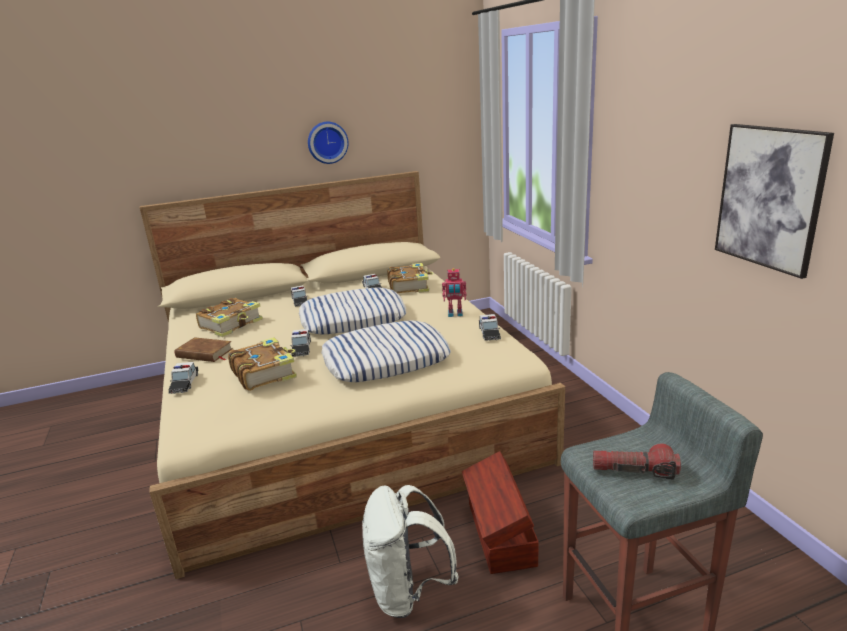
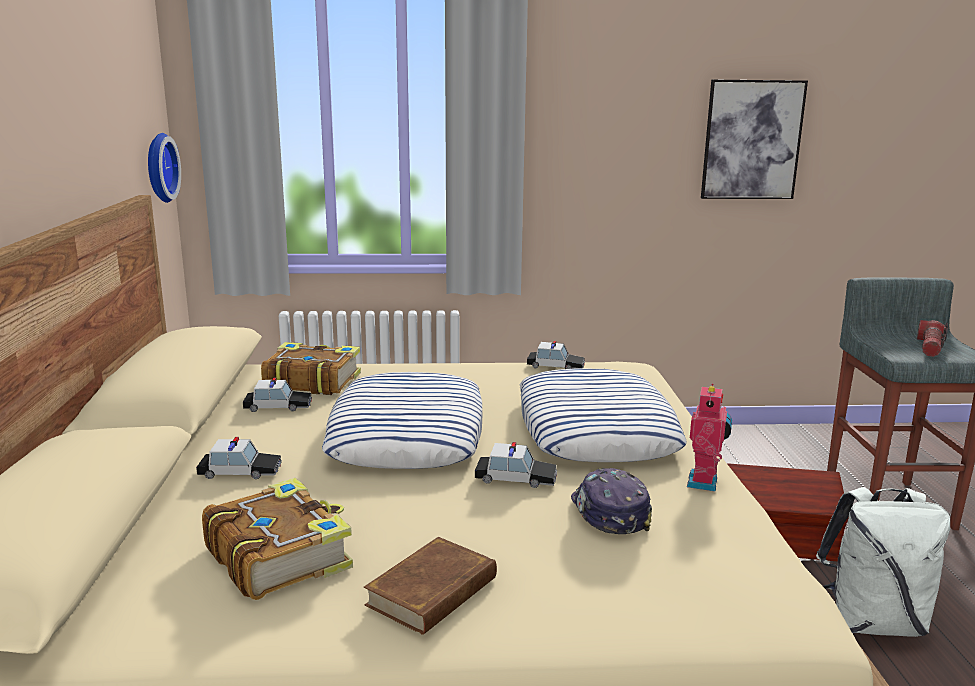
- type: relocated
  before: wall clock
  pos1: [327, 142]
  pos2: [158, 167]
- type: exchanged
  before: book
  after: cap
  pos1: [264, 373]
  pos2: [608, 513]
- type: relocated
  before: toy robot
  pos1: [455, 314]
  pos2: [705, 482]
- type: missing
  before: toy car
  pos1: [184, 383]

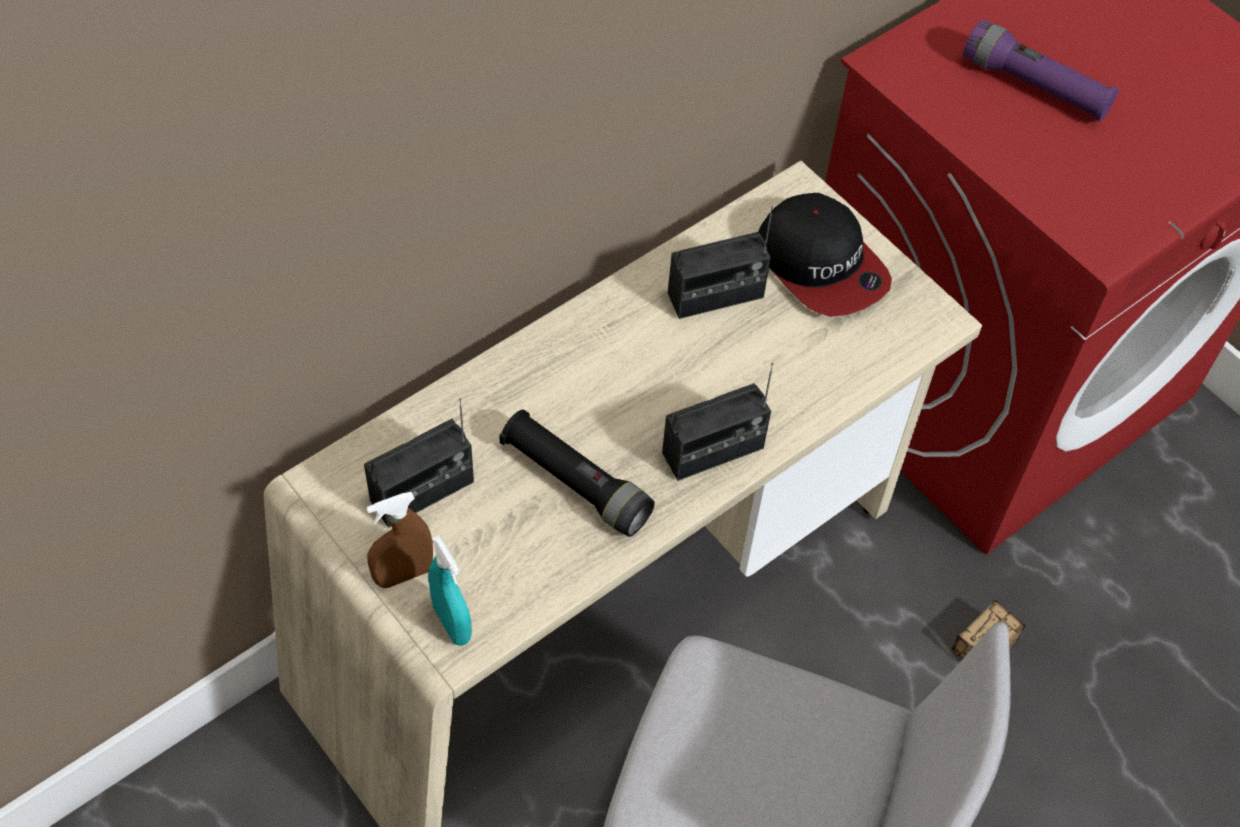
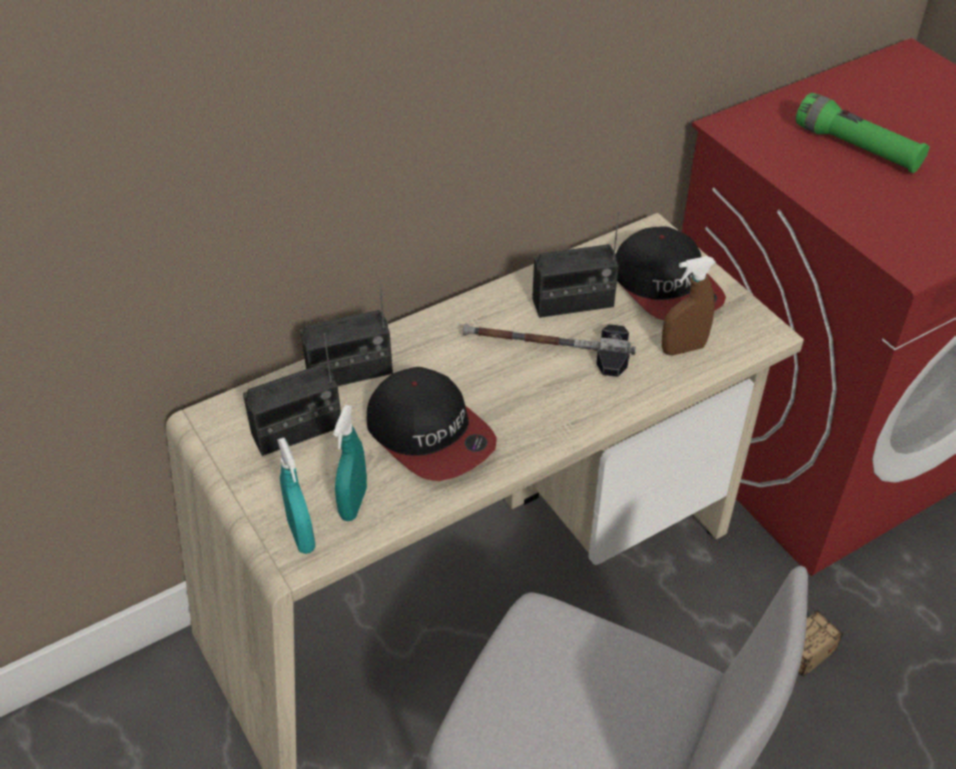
- type: relocated
  before: radio
  pos1: [713, 451]
  pos2: [349, 372]
- type: appeared
  after: spray bottle (turquoise)
  pos2: [353, 503]
- type: exchanged
  before: flashlight (black)
  after: cap
  pos1: [575, 483]
  pos2: [430, 434]
- type: appeared
  after: hammer
  pos2: [547, 349]
- type: relocated
  before: spray bottle (brown)
  pos1: [403, 574]
  pos2: [683, 348]
- type: colour
  before: flashlight (purple)
  after: flashlight (green)
  pos1: [1035, 86]
  pos2: [856, 148]

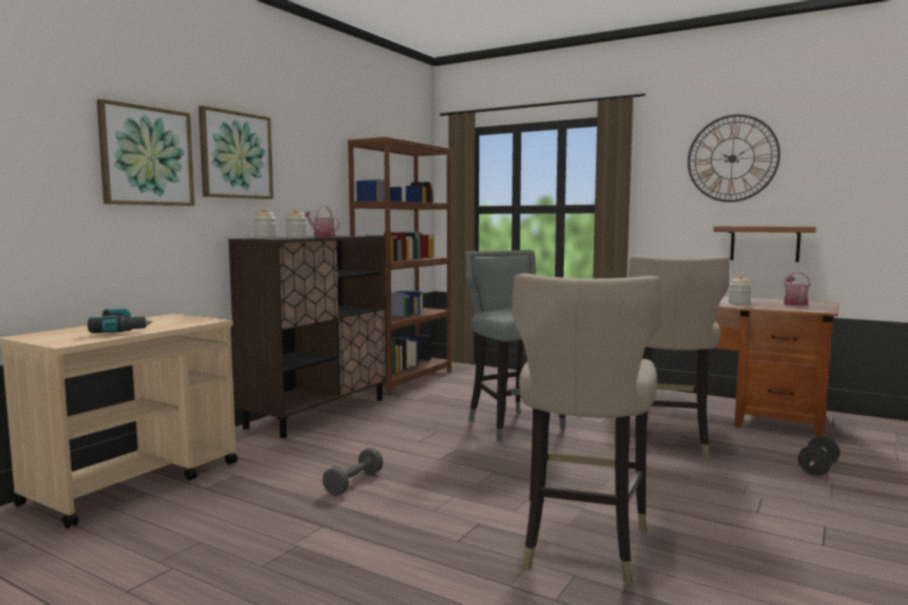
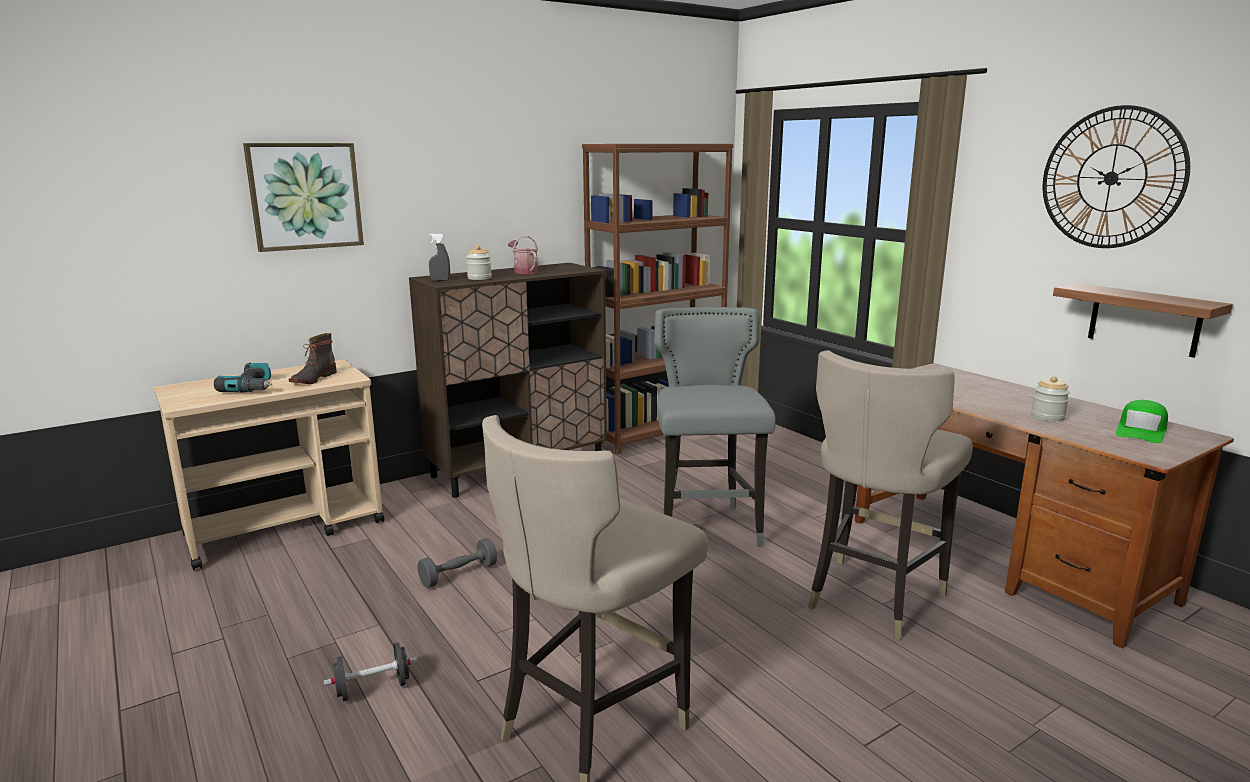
- type: appeared
  after: boot
  pos2: [312, 379]
- type: relocated
  before: dumbbell (black)
  pos1: [818, 469]
  pos2: [373, 689]
- type: exchanged
  before: jar
  after: spray bottle (grey)
  pos1: [265, 238]
  pos2: [440, 280]
- type: exchanged
  before: watering can
  after: cap (green)
  pos1: [794, 304]
  pos2: [1141, 431]
- type: missing
  before: picture
  pos1: [235, 155]

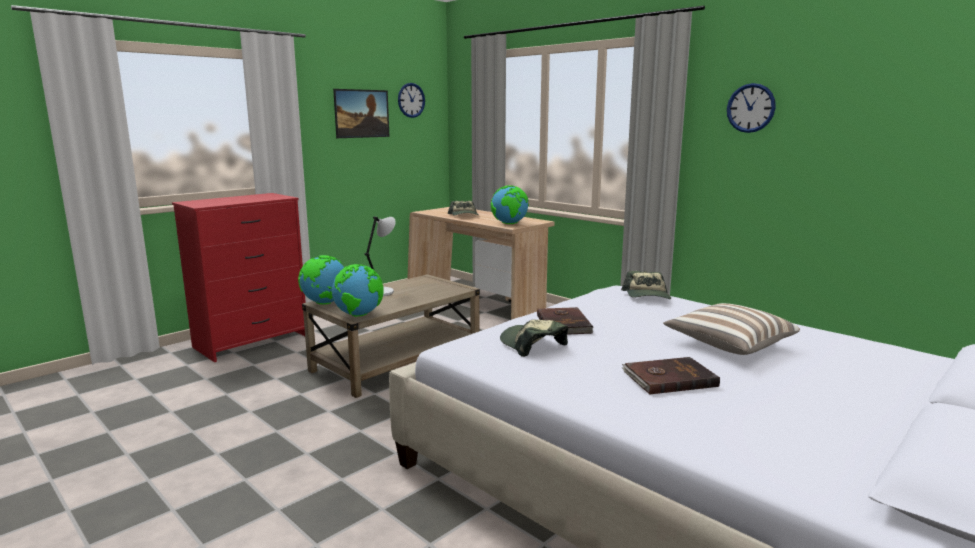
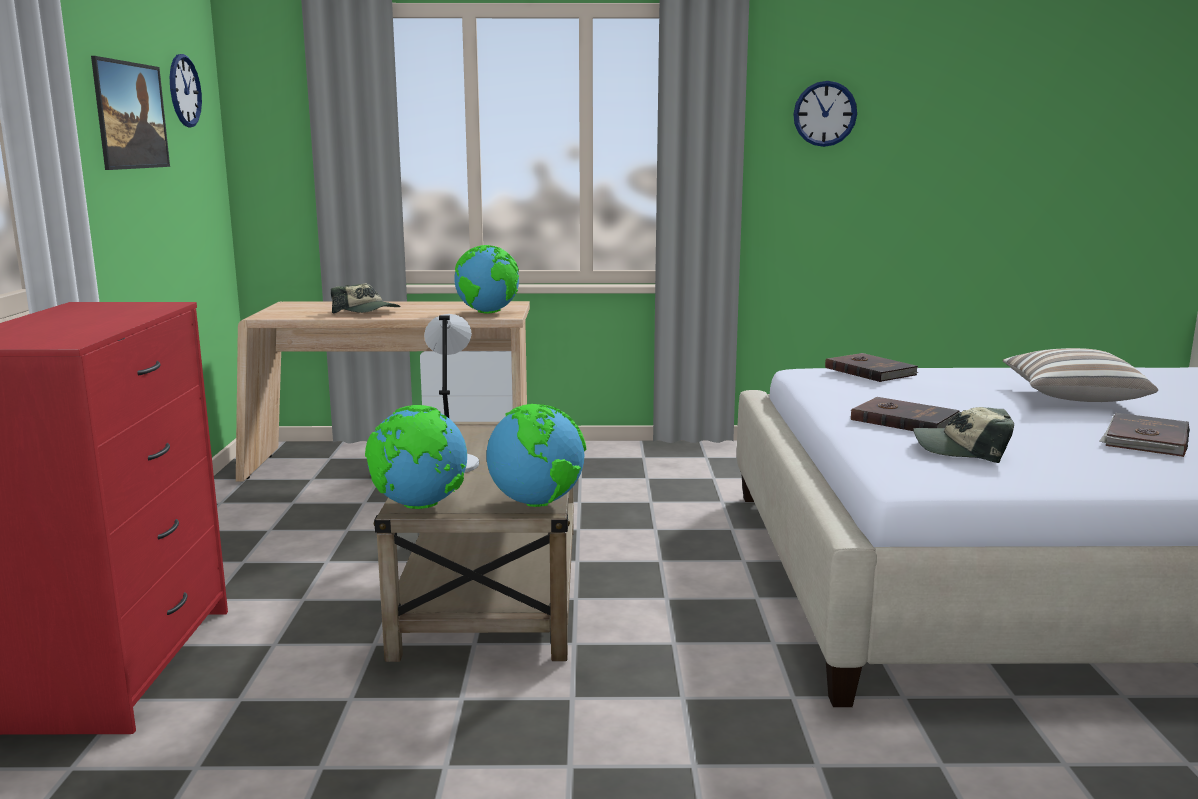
- type: exchanged
  before: cap
  after: book (brown)
  pos1: [647, 296]
  pos2: [870, 371]

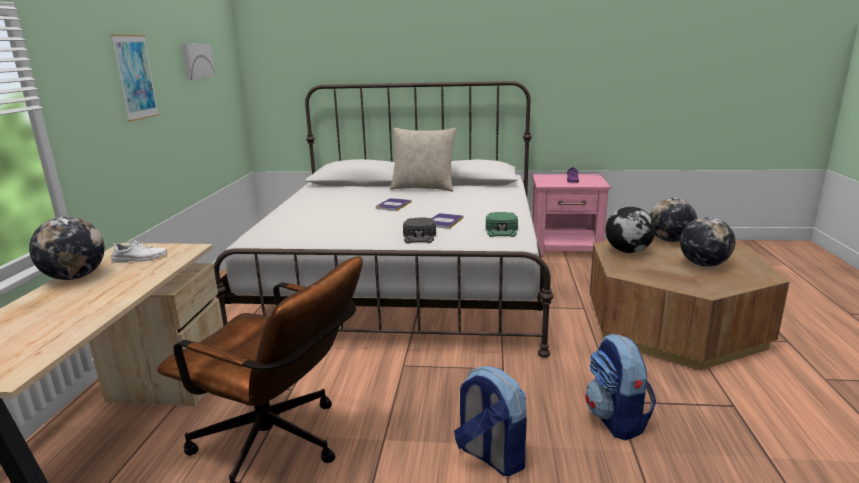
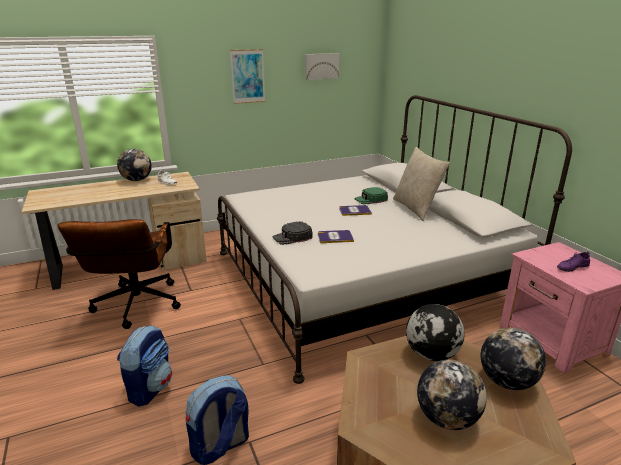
- type: relocated
  before: cap (green)
  pos1: [502, 230]
  pos2: [371, 199]

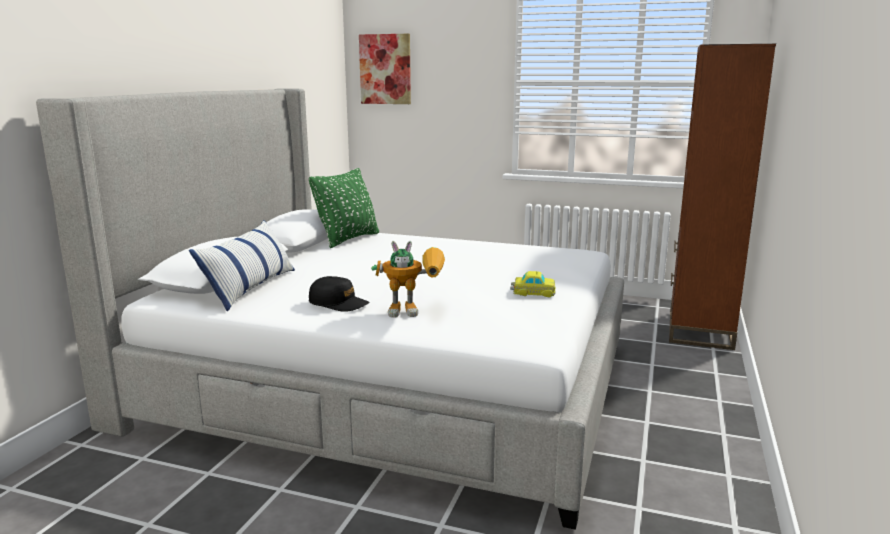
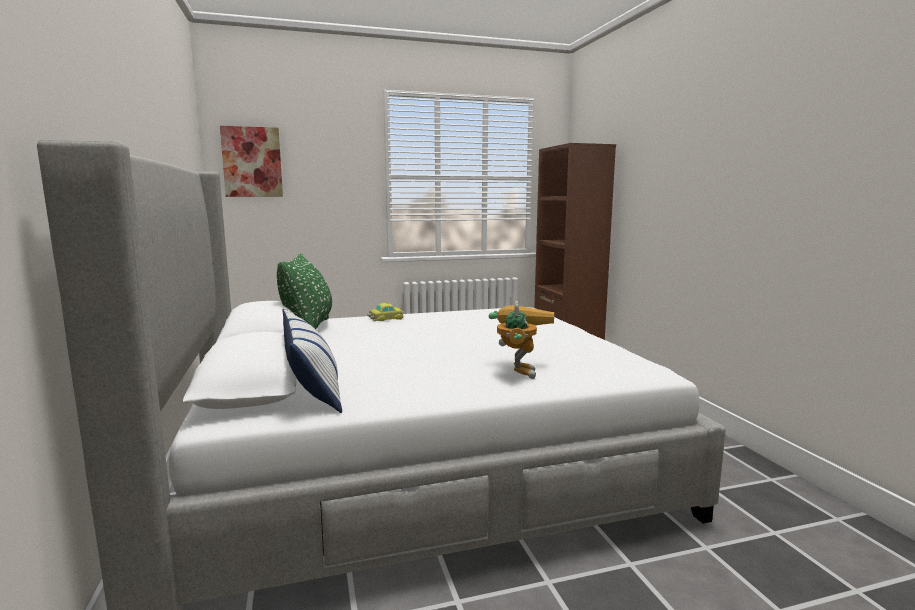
- type: relocated
  before: toy car
  pos1: [533, 292]
  pos2: [385, 319]
- type: spun
  before: toy robot
  pos1: [415, 311]
  pos2: [518, 370]
  turn: -45
- type: missing
  before: cap (black)
  pos1: [338, 303]

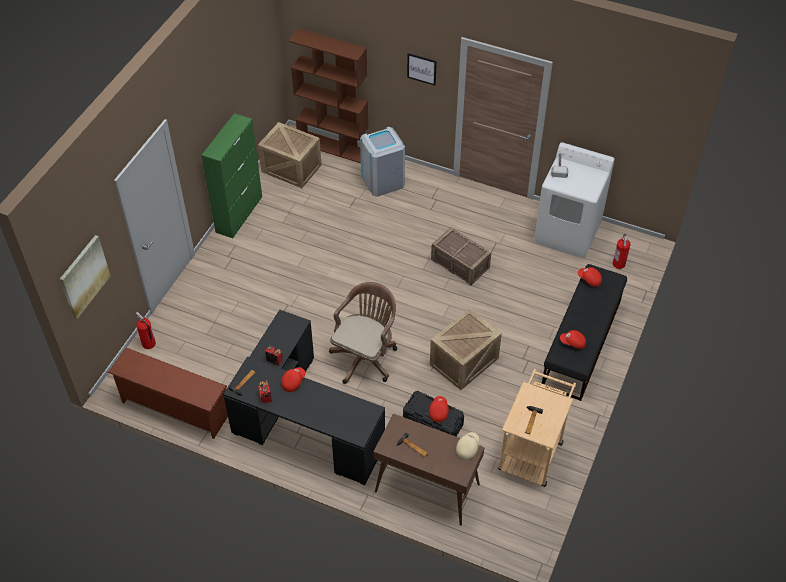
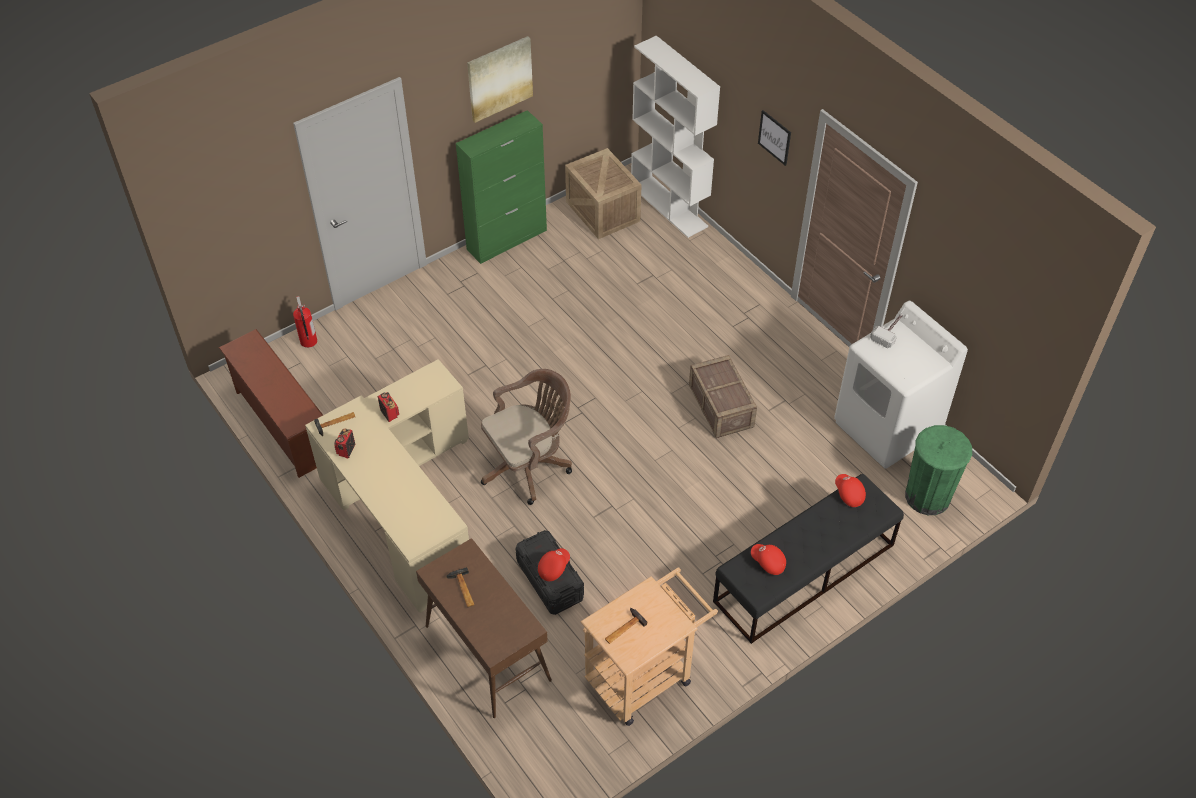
- type: colour
  before: desk (black)
  after: desk (beige)
  pos1: [301, 424]
  pos2: [402, 507]
- type: relocated
  before: picture
  pos1: [84, 276]
  pos2: [499, 78]
- type: colour
  before: bookcase (brown)
  after: bookcase (white)
  pos1: [333, 147]
  pos2: [669, 206]
- type: exchanged
  before: fire extinguisher
  after: trash can (green)
  pos1: [619, 264]
  pos2: [927, 496]
- type: missing
  before: cap (red)
  pos1: [293, 381]
- type: missing
  before: trash can (grey)
  pos1: [382, 181]
- type: missing
  before: crate
  pos1: [464, 362]
- type: missing
  before: cap (beige)
  pos1: [467, 448]

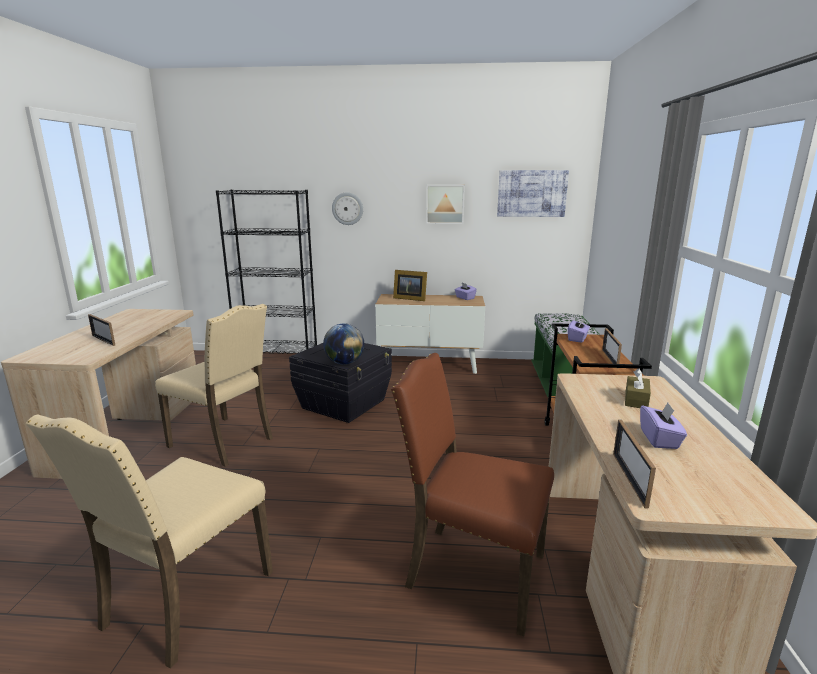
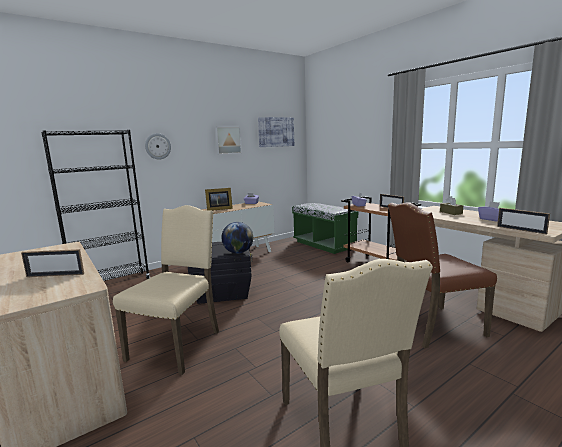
- type: spun
  before: chair (beige)
  pos1: [224, 442]
  pos2: [178, 344]
  turn: -60

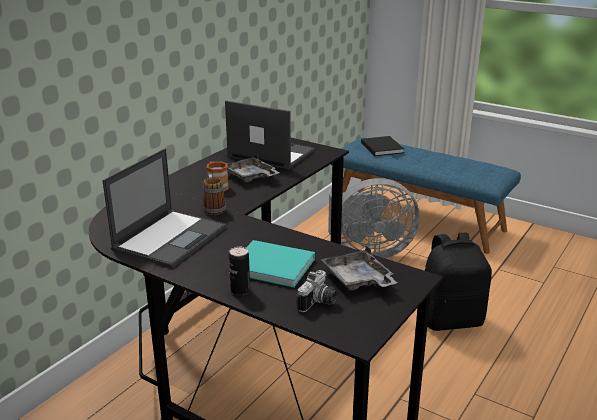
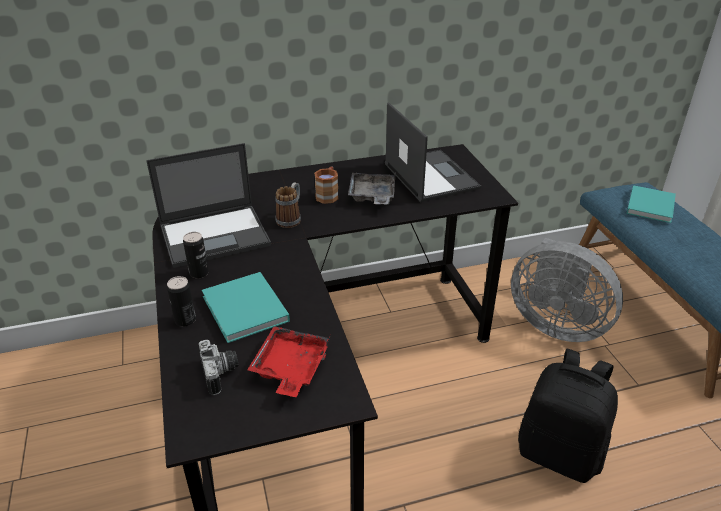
- type: appeared
  after: can
  pos2: [199, 273]
- type: spun
  before: photo camera
  pos1: [319, 303]
  pos2: [221, 373]
  turn: -90
- type: colour
  before: tray (grey)
  after: tray (red)
  pos1: [358, 280]
  pos2: [290, 368]
- type: colour
  before: book (black)
  after: book (turquoise)
  pos1: [381, 147]
  pos2: [650, 205]

